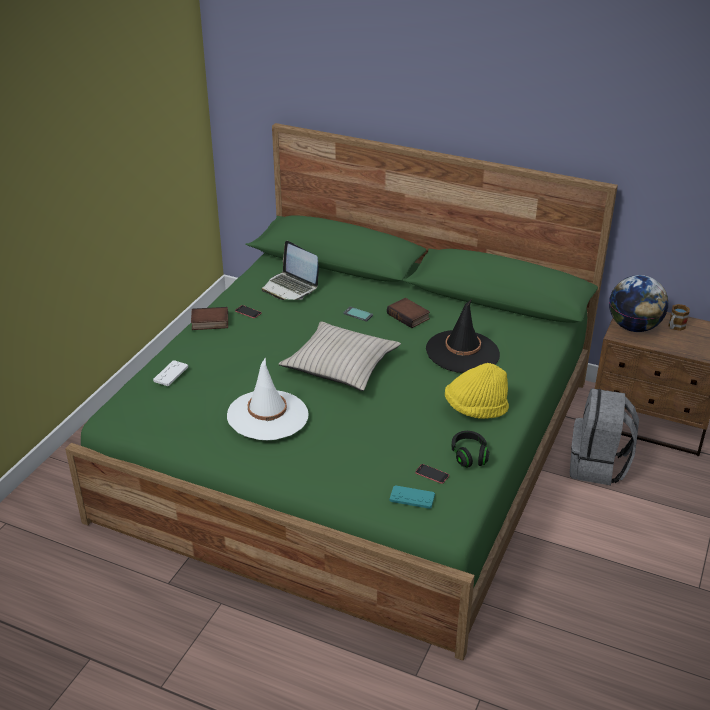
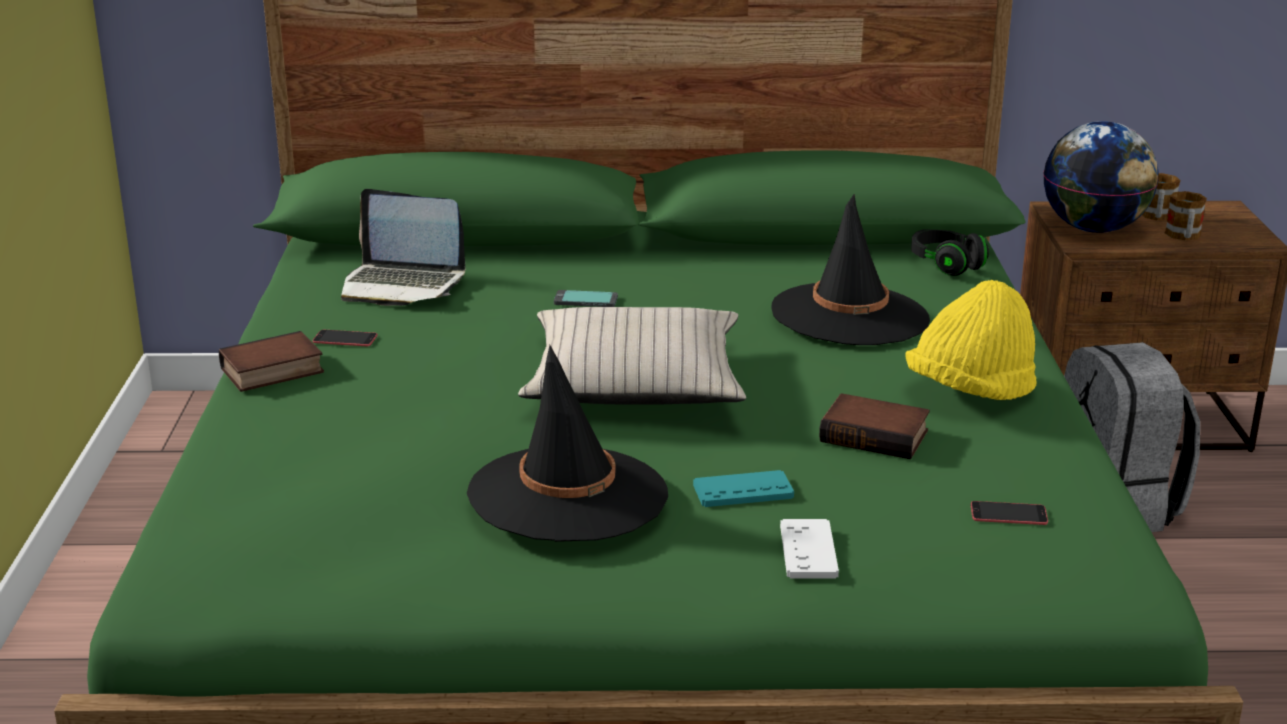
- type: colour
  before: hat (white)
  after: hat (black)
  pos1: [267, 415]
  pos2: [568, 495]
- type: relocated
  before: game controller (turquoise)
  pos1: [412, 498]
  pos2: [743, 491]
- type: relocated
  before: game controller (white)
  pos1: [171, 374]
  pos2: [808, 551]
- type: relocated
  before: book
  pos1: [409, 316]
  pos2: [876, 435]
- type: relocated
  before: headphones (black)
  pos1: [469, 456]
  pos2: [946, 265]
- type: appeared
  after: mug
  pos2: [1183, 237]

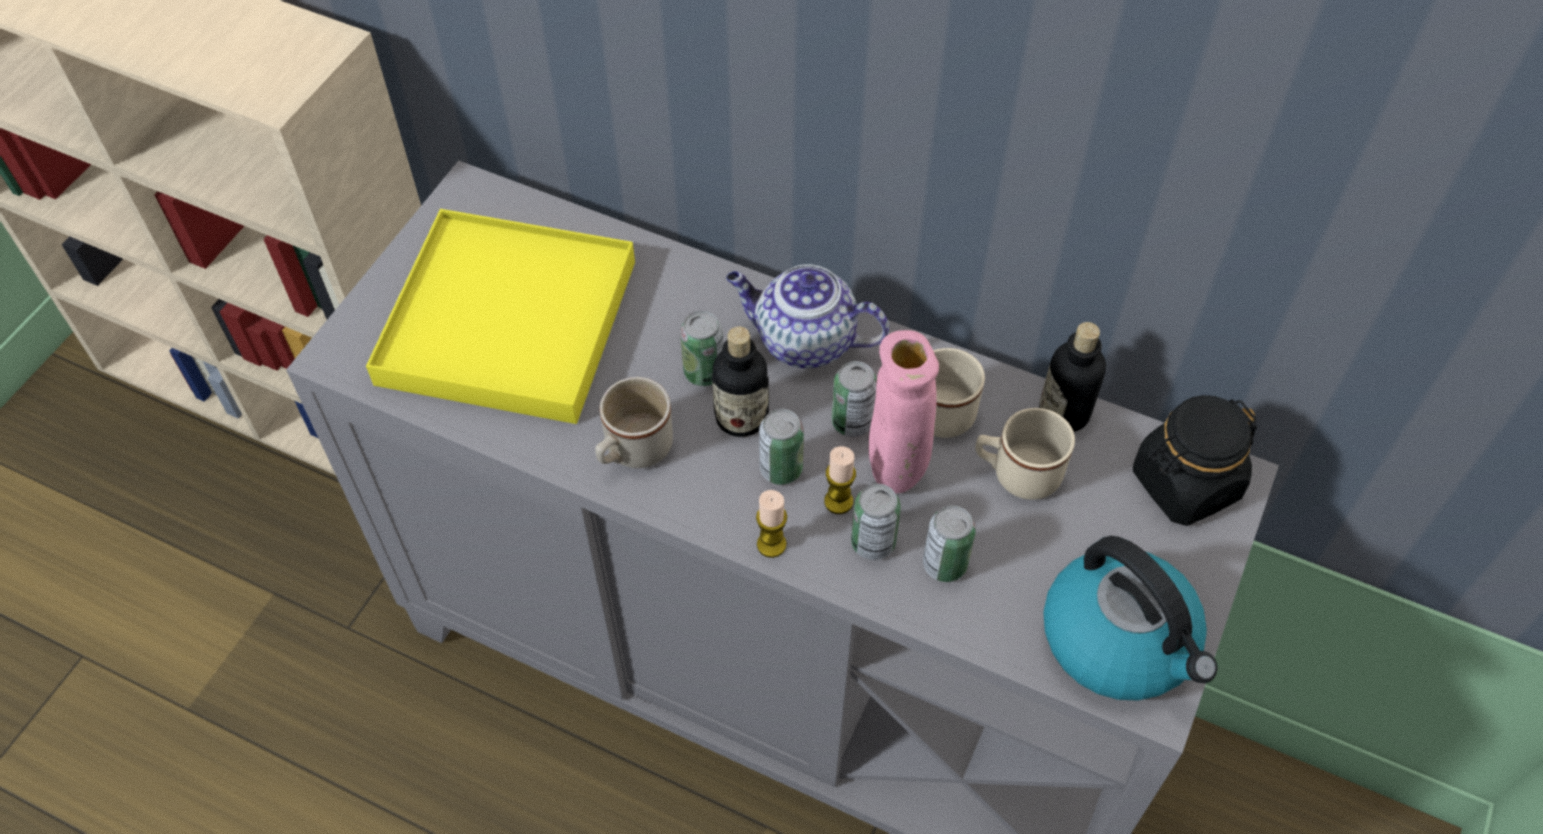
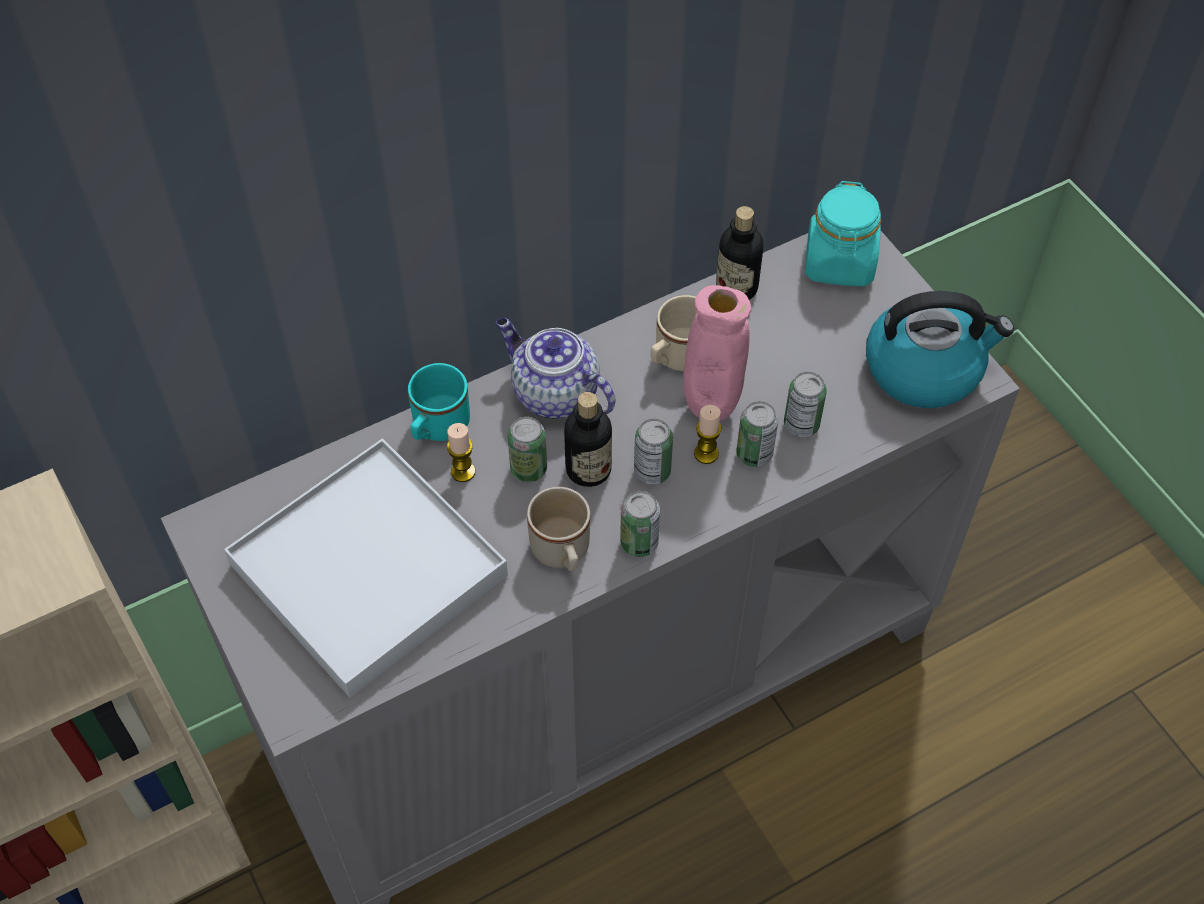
- type: colour
  before: tray (yellow)
  after: tray (white)
  pos1: [508, 323]
  pos2: [369, 570]
- type: appeared
  after: mug (turquoise)
  pos2: [437, 428]
- type: relocated
  before: candle
  pos1: [771, 544]
  pos2: [463, 472]
- type: spun
  before: teapot
  pos1: [803, 341]
  pos2: [553, 394]
  turn: 75
- type: relocated
  before: can
  pos1: [852, 422]
  pos2: [639, 542]
- type: colour
  before: jar (black)
  after: jar (turquoise)
  pos1: [1185, 484]
  pos2: [839, 263]
- type: missing
  before: mug (beige)
  pos1: [1016, 473]

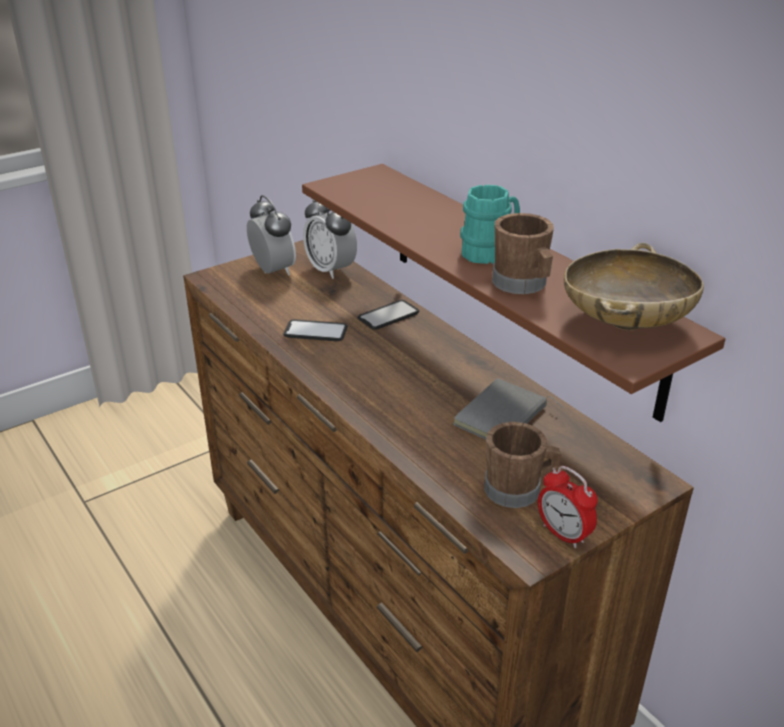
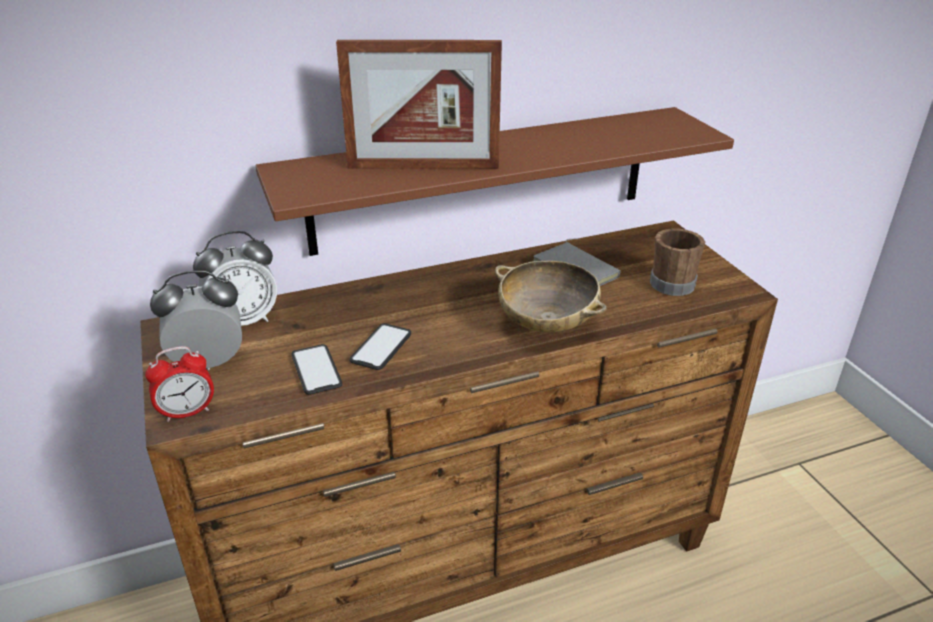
- type: relocated
  before: alarm clock
  pos1: [563, 534]
  pos2: [187, 412]
- type: relocated
  before: phone
  pos1: [388, 316]
  pos2: [316, 370]
- type: appeared
  after: picture frame
  pos2: [423, 167]
- type: relocated
  before: bowl (beige)
  pos1: [625, 322]
  pos2: [547, 323]
- type: missing
  before: mug (turquoise)
  pos1: [490, 251]
- type: missing
  before: mug (brown)
  pos1: [522, 285]

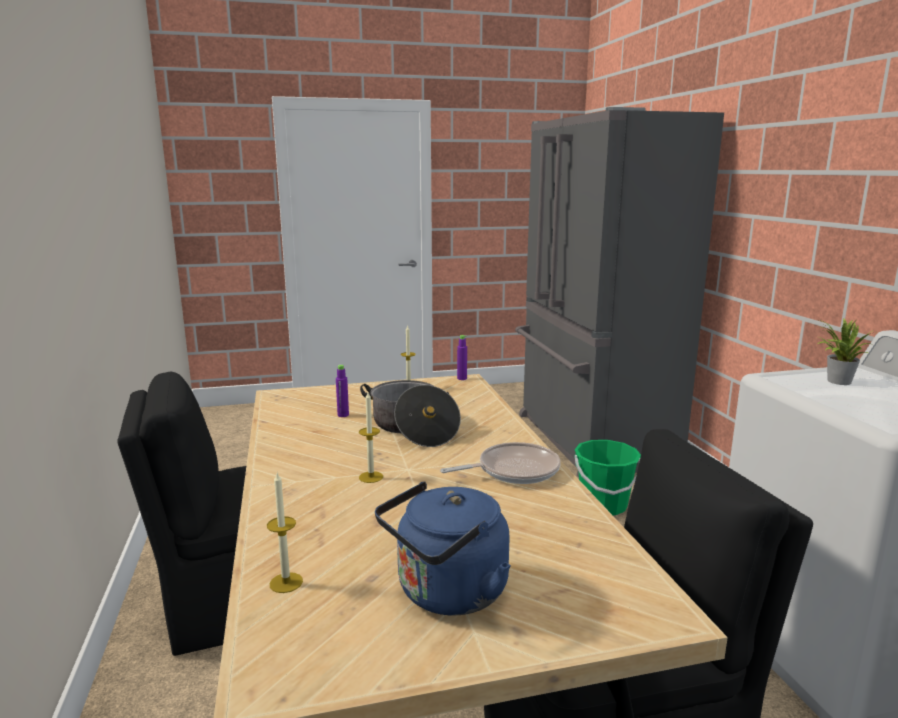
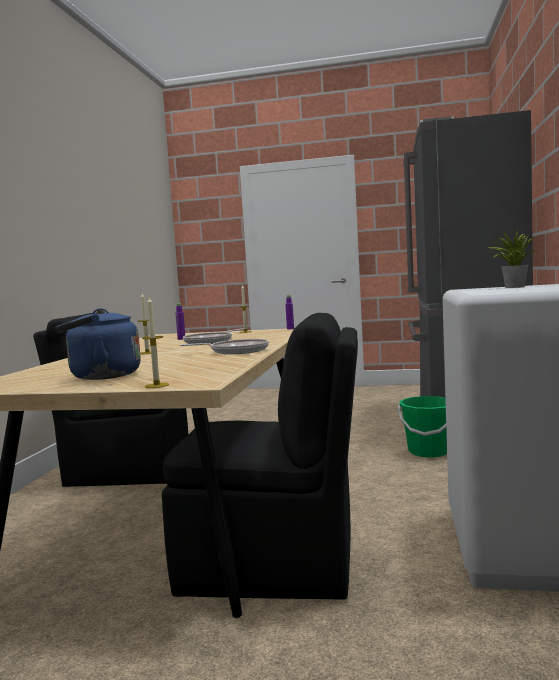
- type: relocated
  before: candle
  pos1: [286, 582]
  pos2: [156, 385]
- type: exchanged
  before: cooking pot
  after: frying pan
  pos1: [412, 428]
  pos2: [211, 342]

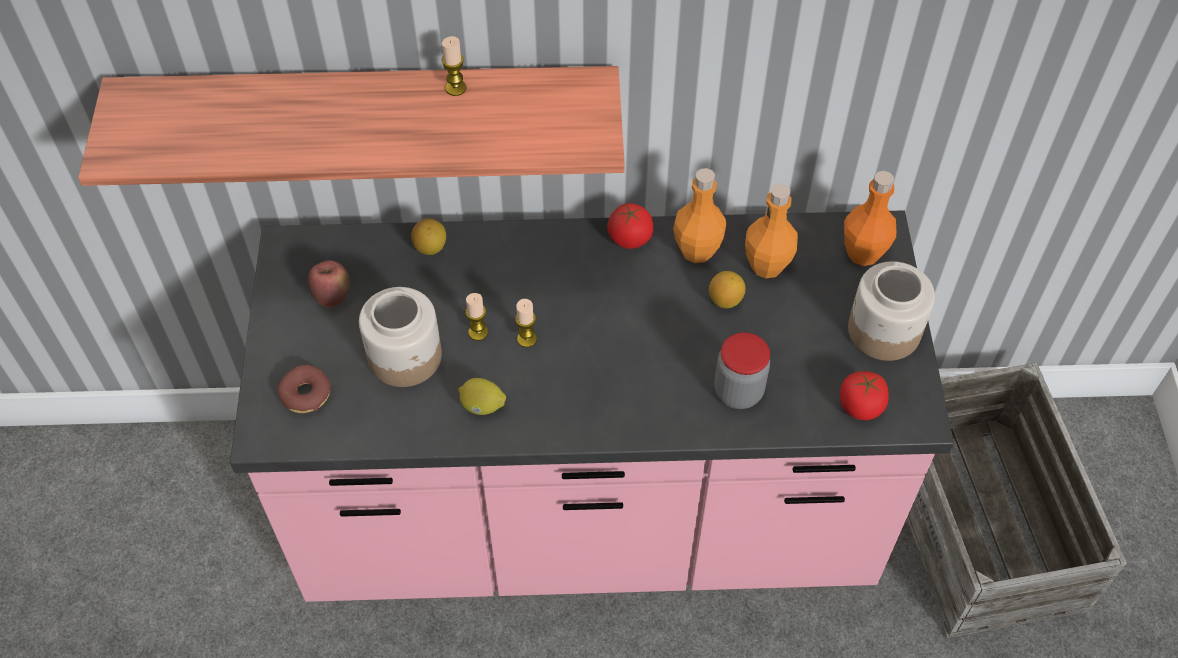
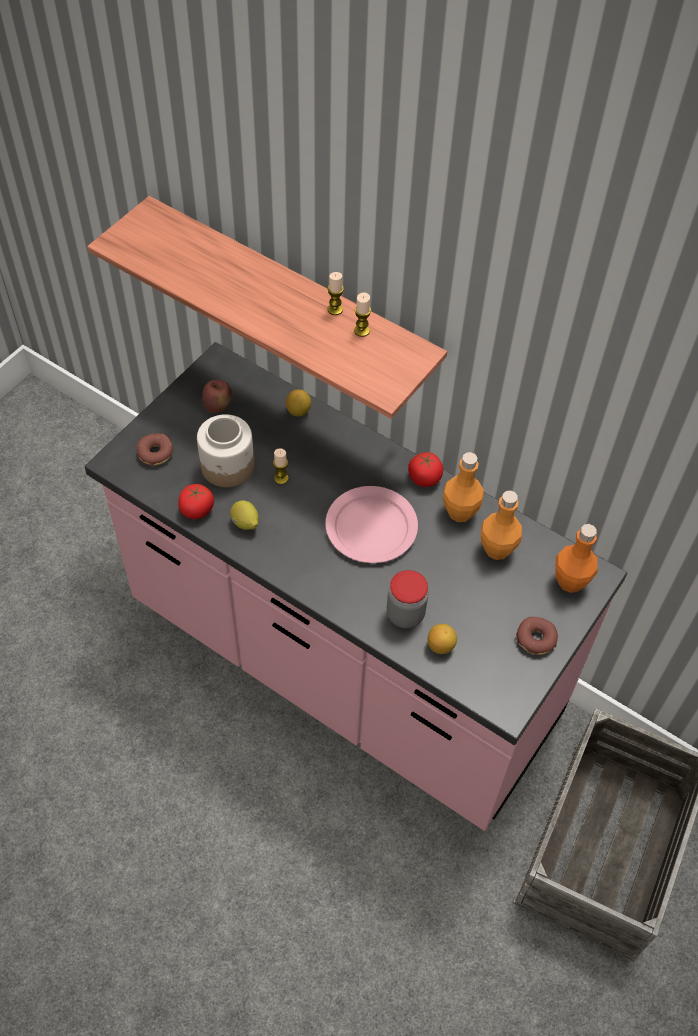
- type: relocated
  before: tomato
  pos1: [861, 406]
  pos2: [197, 510]
- type: appeared
  after: plate (pink)
  pos2: [370, 527]
- type: relocated
  before: candle
  pos1: [526, 339]
  pos2: [361, 331]
- type: relocated
  before: lemon
  pos1: [725, 300]
  pos2: [440, 645]
- type: exchanged
  before: jar
  after: donut
  pos1: [883, 331]
  pos2: [536, 639]

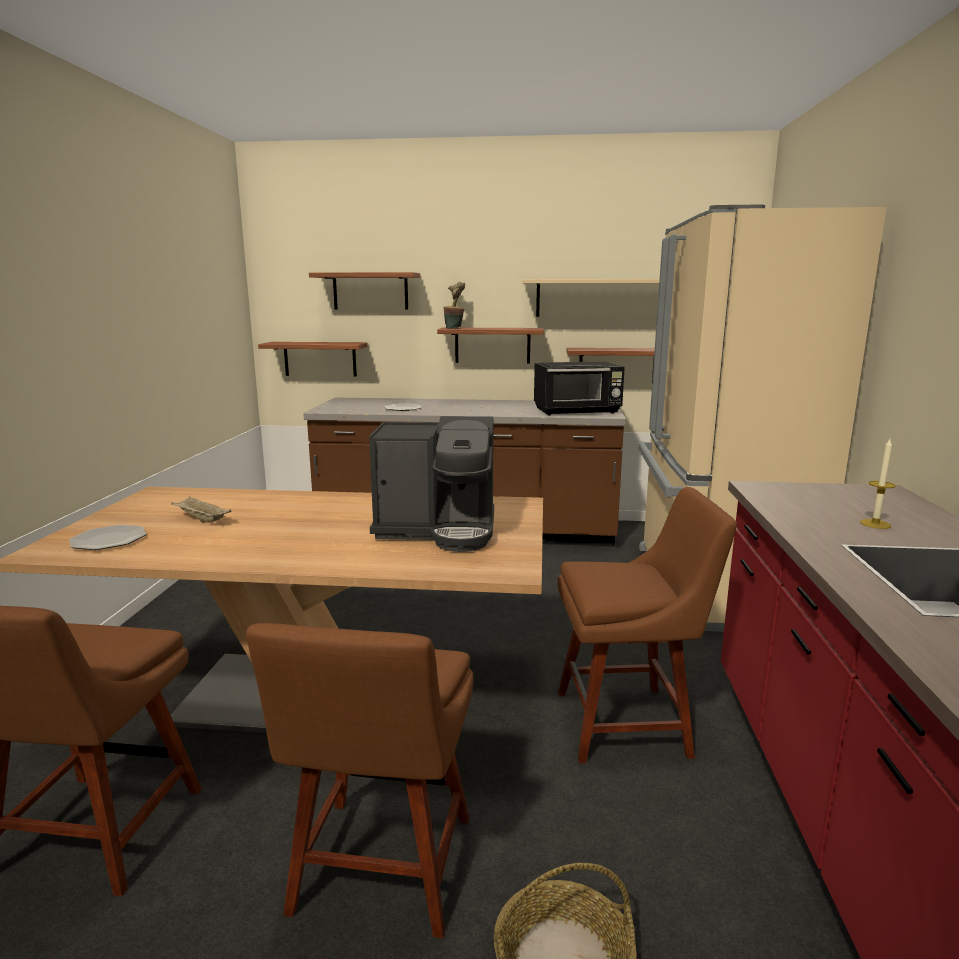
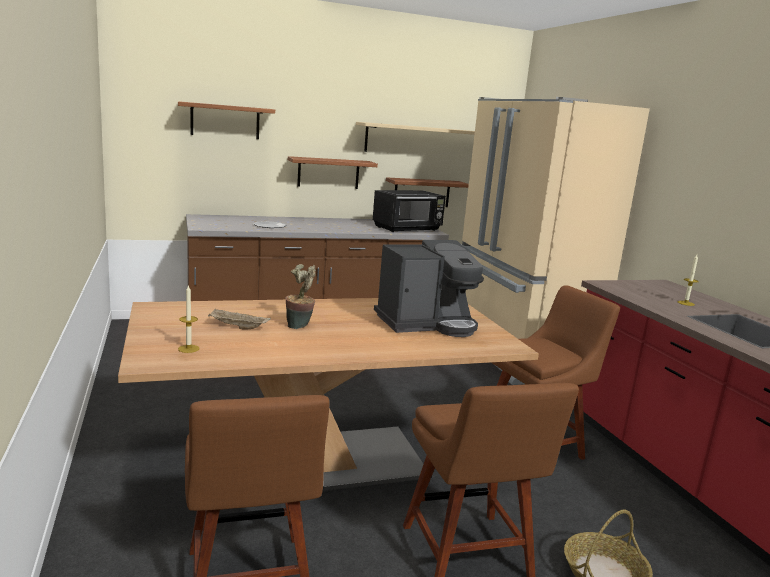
- type: exchanged
  before: plate
  after: candle
  pos1: [108, 540]
  pos2: [188, 348]
- type: relocated
  before: potted plant
  pos1: [455, 328]
  pos2: [300, 326]
- type: missing
  before: shelf
  pos1: [320, 359]

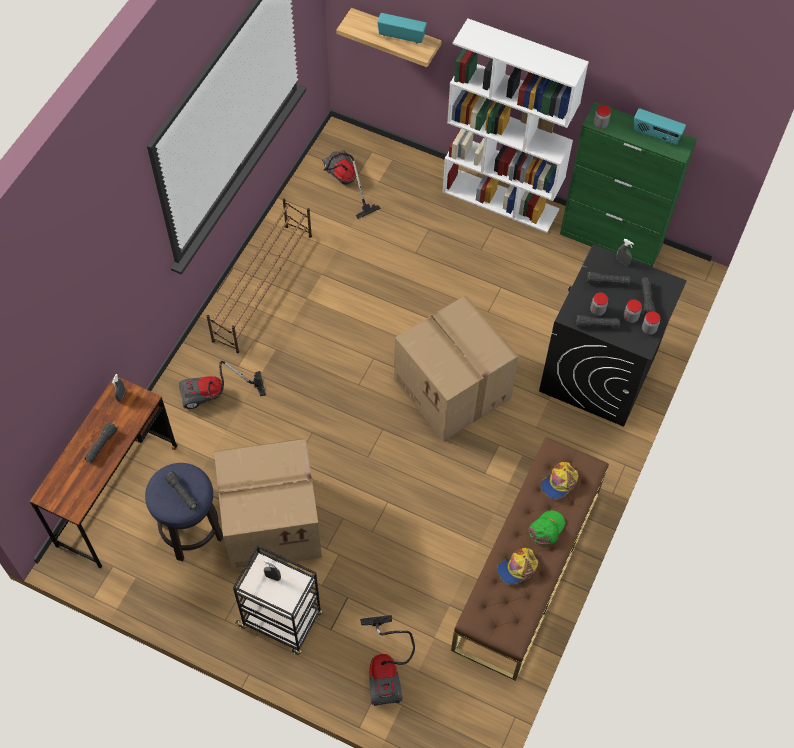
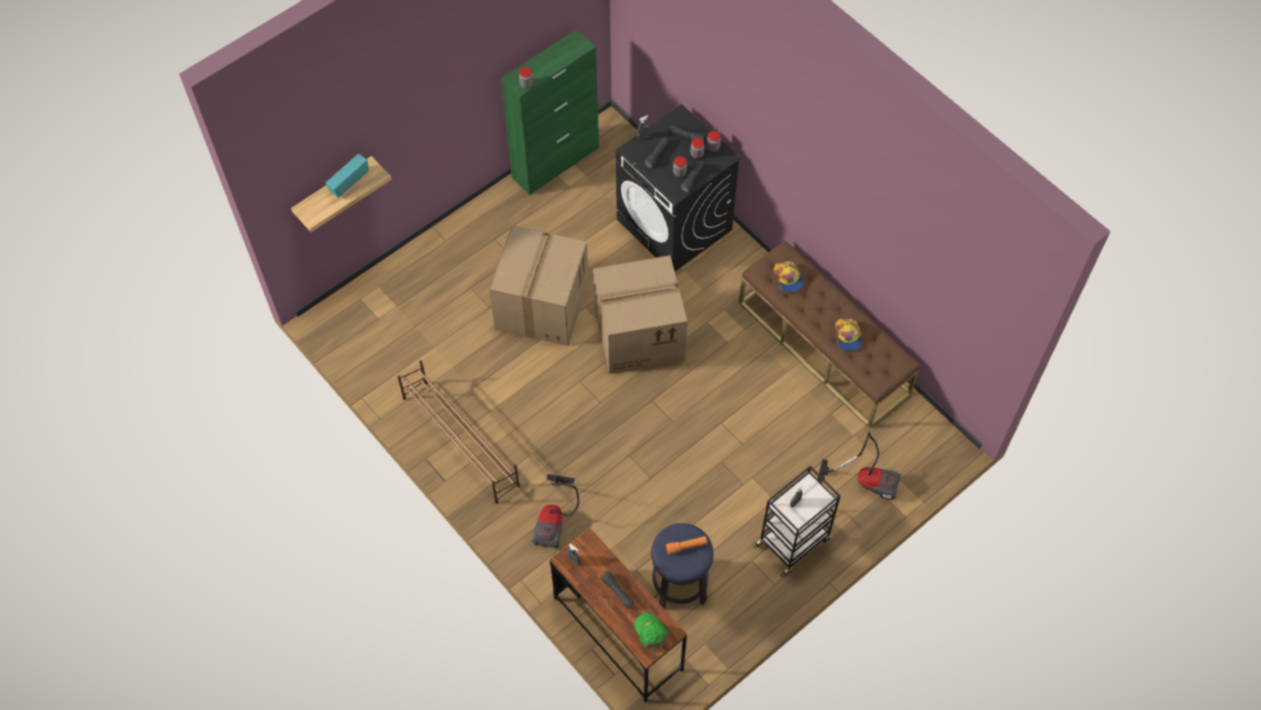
- type: relocated
  before: cardboard box
  pos1: [273, 521]
  pos2: [541, 304]
- type: relocated
  before: cap (green)
  pos1: [546, 528]
  pos2: [651, 632]
- type: colour
  before: flashlight (black)
  after: flashlight (orange)
  pos1: [182, 493]
  pos2: [686, 546]
- type: missing
  before: vacuum cleaner
  pos1: [344, 183]
- type: missing
  before: bookcase (white)
  pos1: [501, 200]
- type: missing
  before: radio
  pos1: [656, 135]

